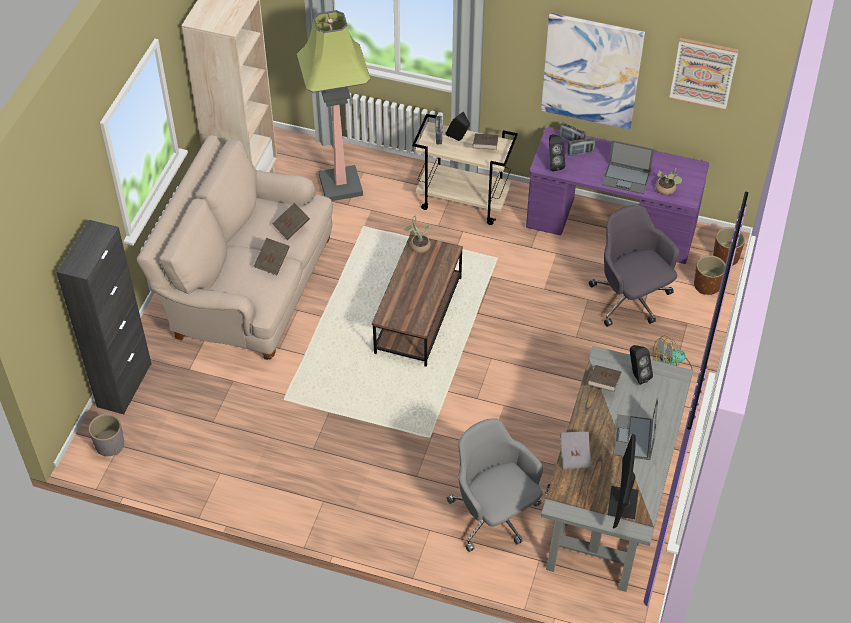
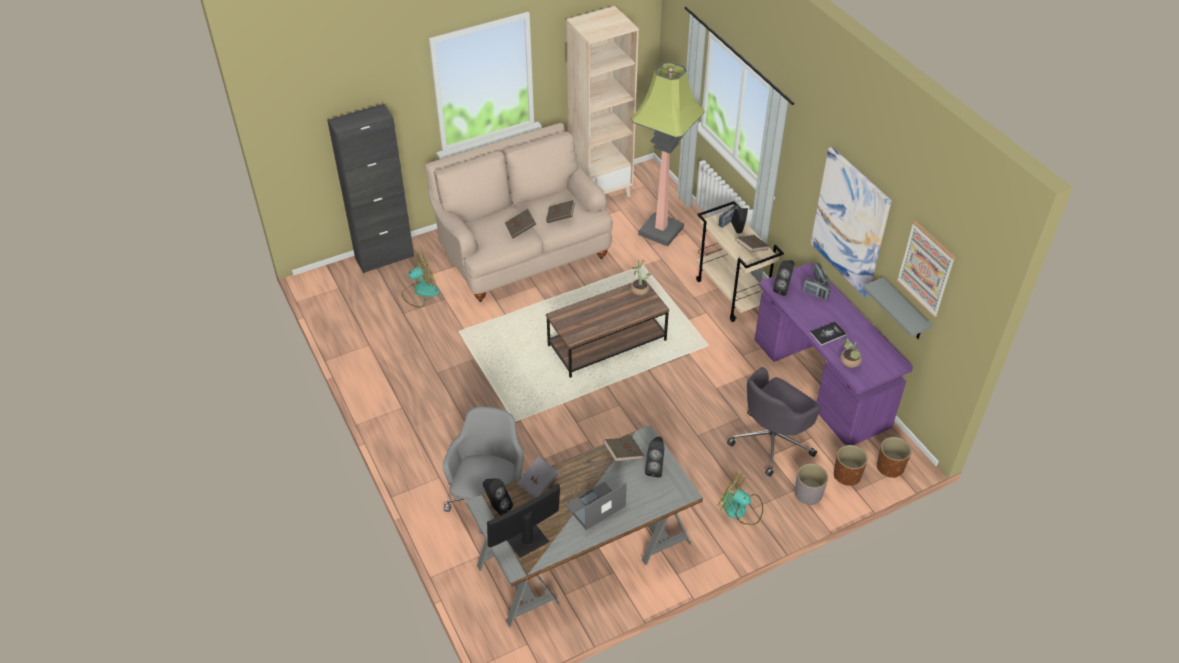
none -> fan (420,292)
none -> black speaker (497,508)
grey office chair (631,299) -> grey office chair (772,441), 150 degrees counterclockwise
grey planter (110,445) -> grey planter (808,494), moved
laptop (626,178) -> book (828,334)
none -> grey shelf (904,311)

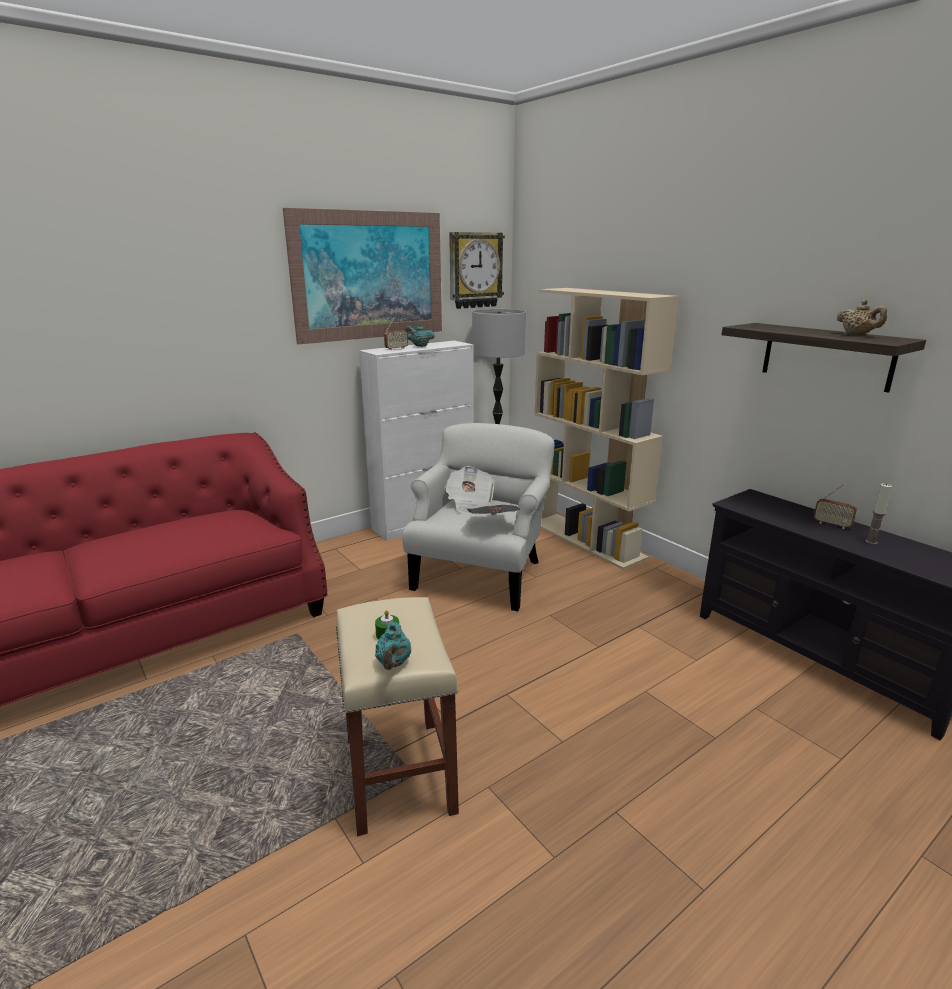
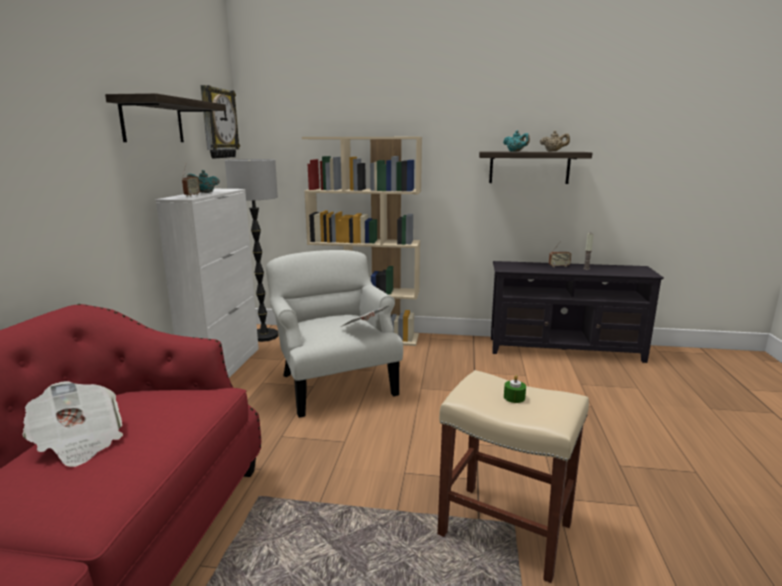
newspaper (469,502) -> newspaper (79,442), moved
picture (370,276) -> shelf (153,121)
turquoise teapot (393,663) -> turquoise teapot (515,151), moved

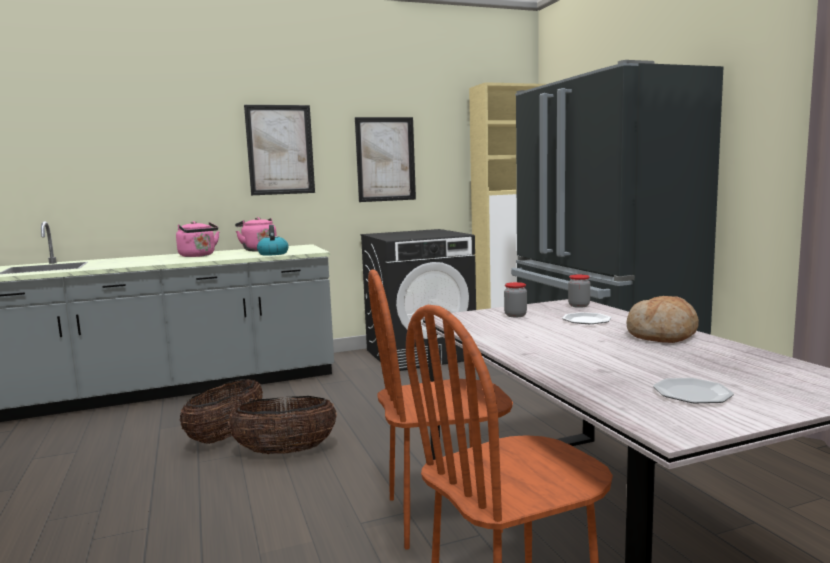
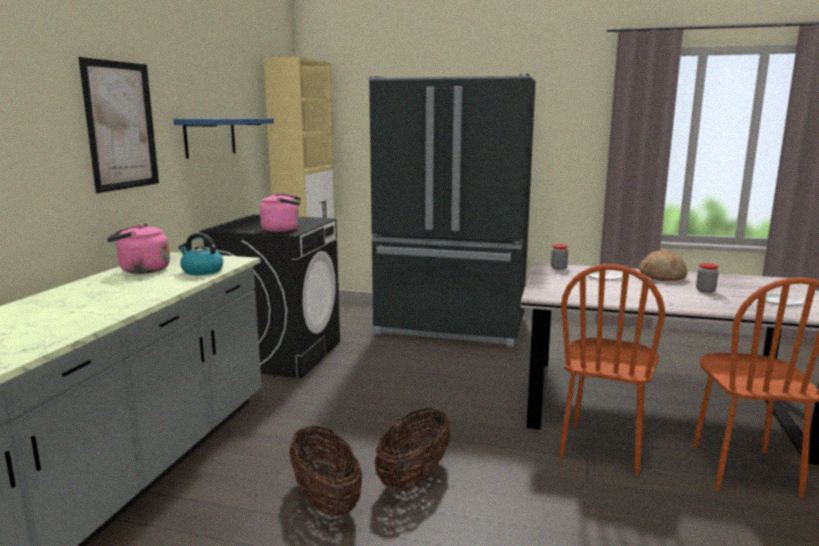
picture (385,159) -> blue shelf (210,137)
pink kettle (198,256) -> pink kettle (283,230), moved
jar (515,315) -> jar (705,290), moved

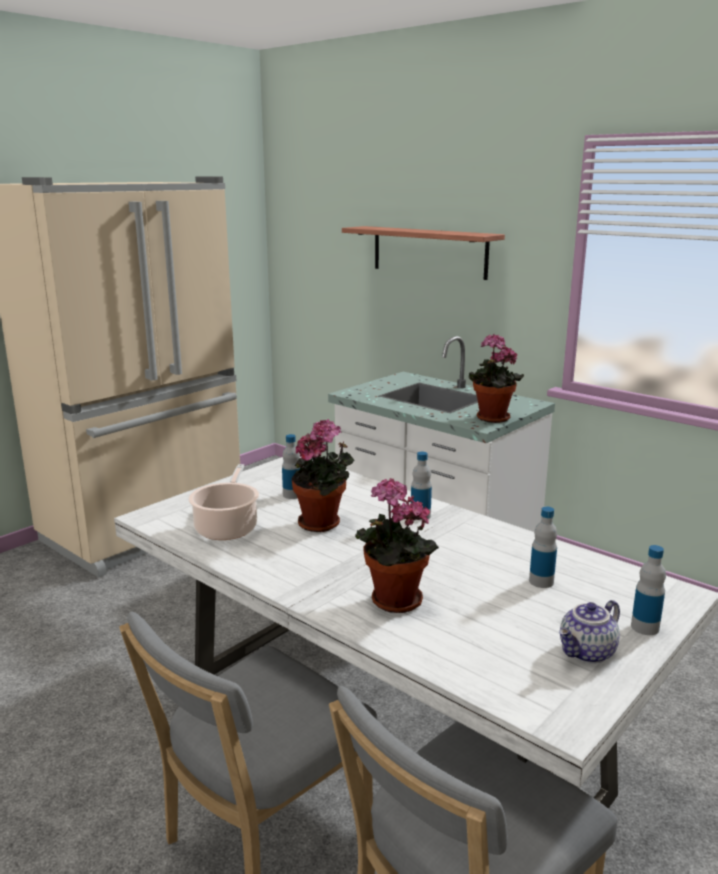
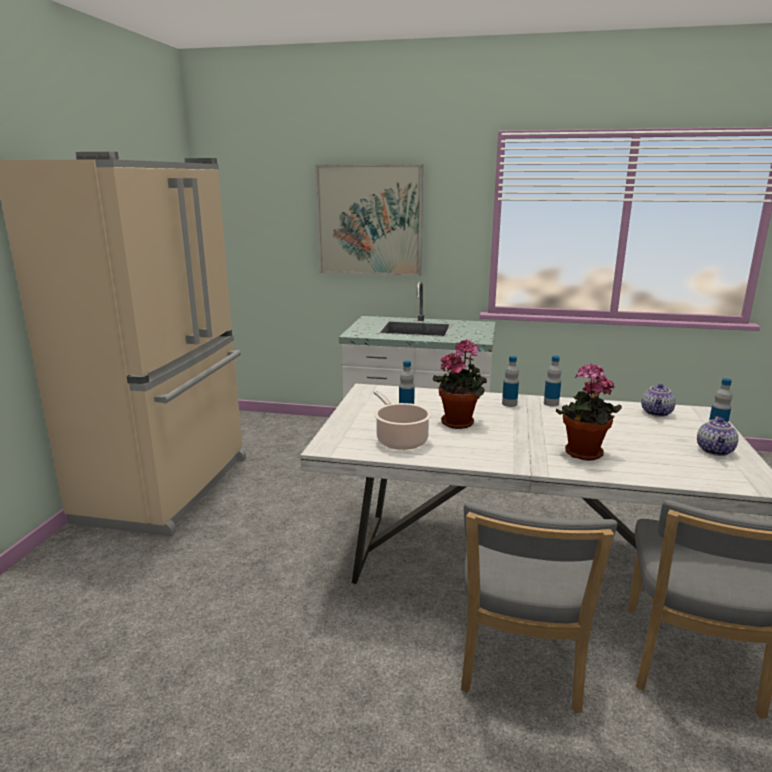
shelf (429,252) -> picture (369,220)
bottle (541,581) -> bottle (551,403), moved
none -> teapot (657,413)
potted plant (491,419) -> none

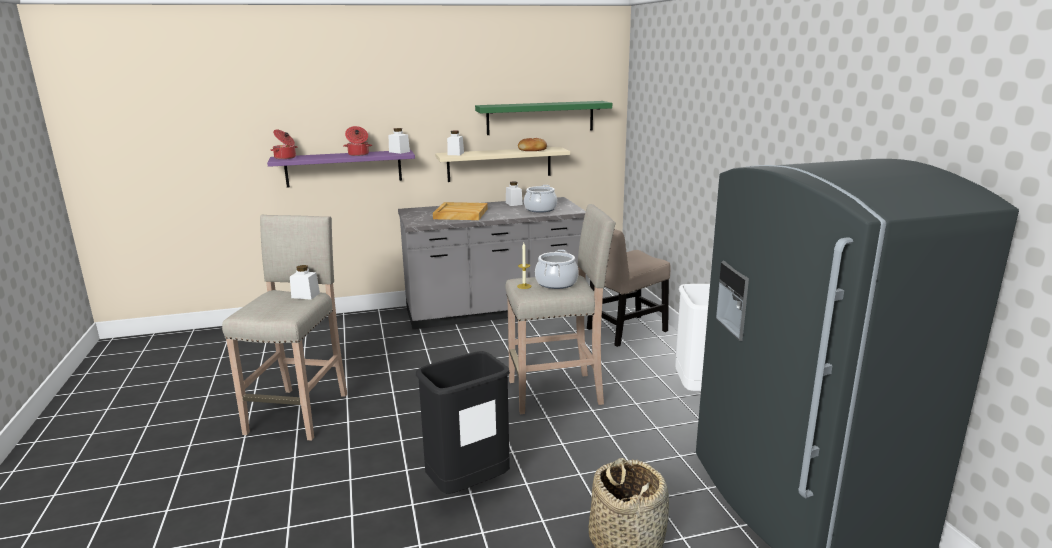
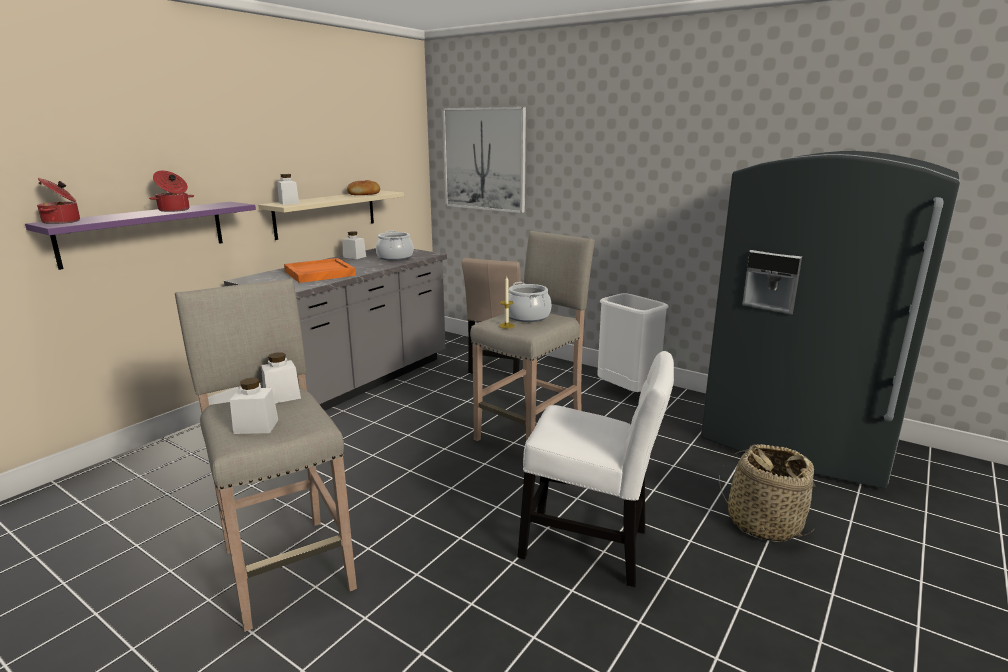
white jar (399,152) -> white jar (256,426), moved
beige tray (460,214) -> orange tray (319,273)
none -> picture (484,159)
black trash can (467,486) -> white chair (591,546)
green shelf (540,117) -> none

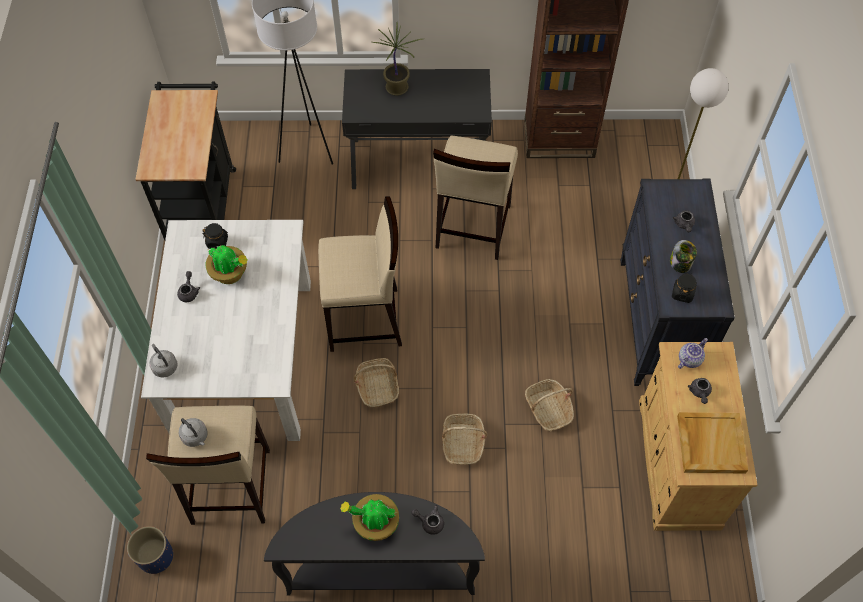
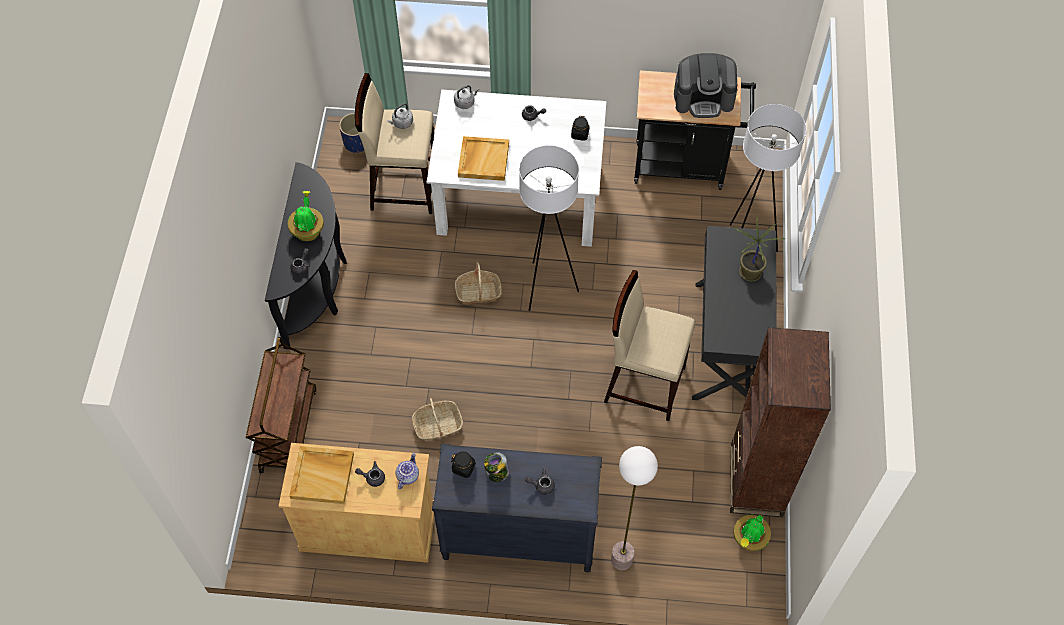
none -> brown cart (288,429)
teapot (689,359) -> teapot (407,475), 120 degrees counterclockwise
none -> beige tray (483,159)
beige stool (365,320) -> white floor lamp (546,287)
none -> coffee machine (703,98)
potted plant (230,274) -> potted plant (749,539), moved
basket (463,443) -> none

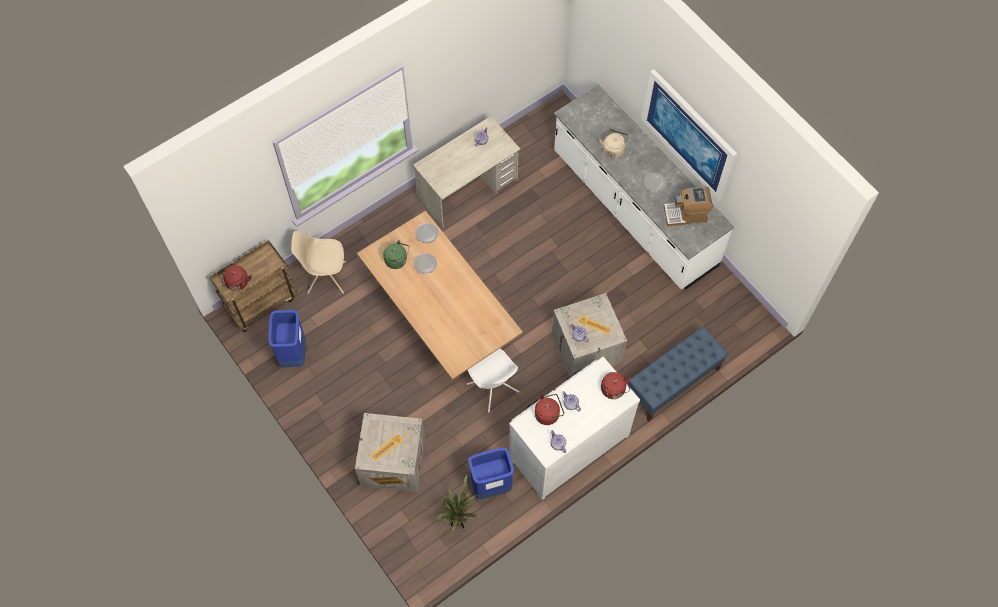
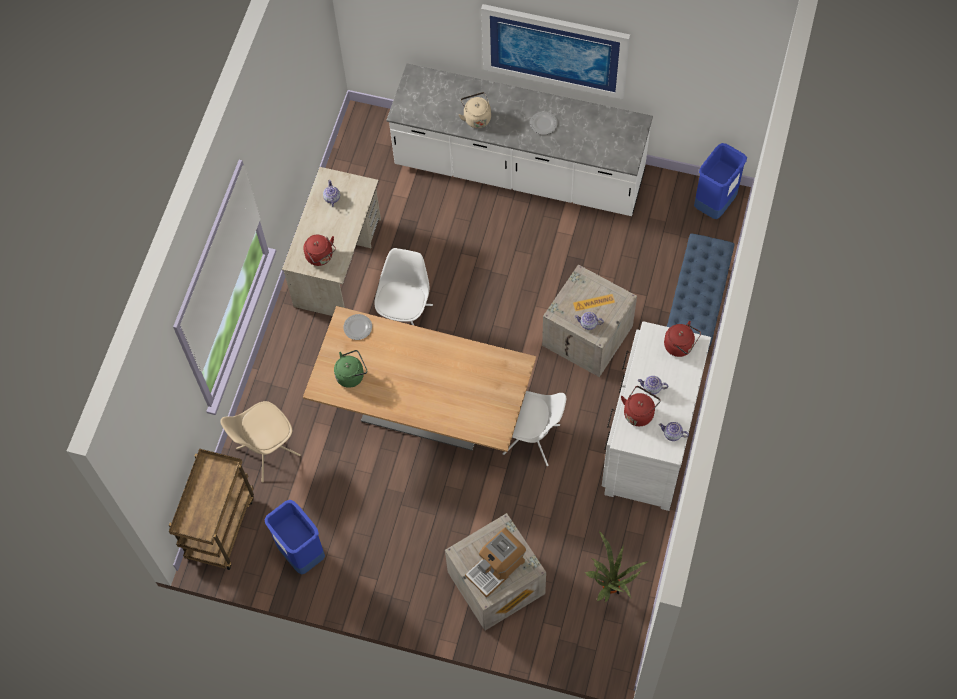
red kettle (237,283) -> red kettle (320,257), moved
none -> white chair (406,318)
coffee machine (686,214) -> coffee machine (496,568), moved
blue trash can (491,486) -> blue trash can (715,204), moved
plate (425,264) -> none

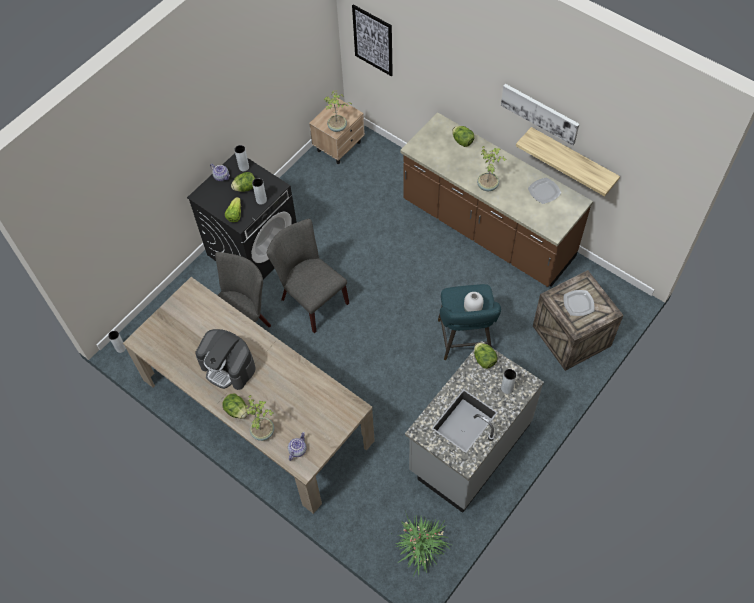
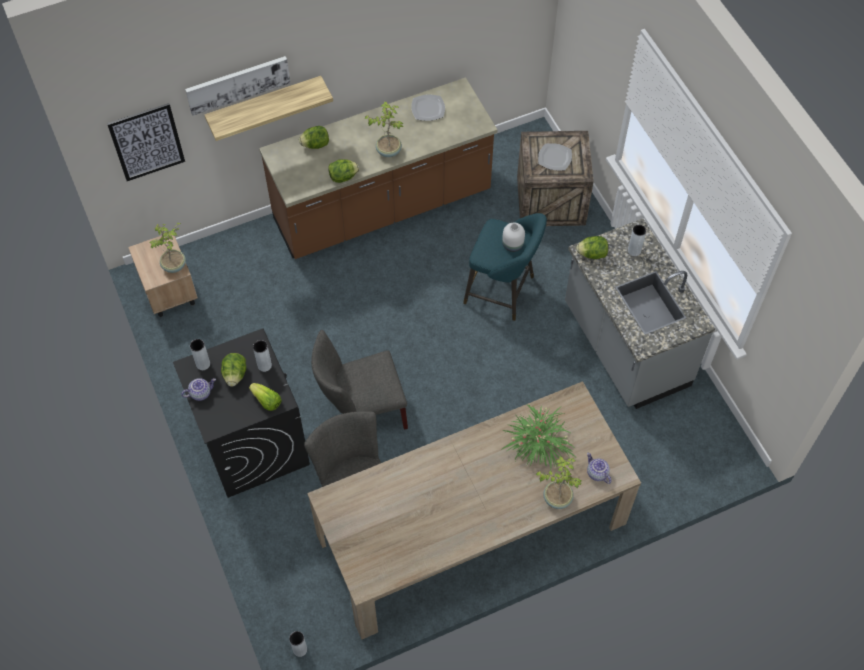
picture (540,113) -> picture (238,84), moved
shelf (572,159) -> shelf (265,105), moved
lettuce (236,410) -> lettuce (343,177), moved
potted plant (421,546) -> potted plant (538,444), moved
coffee machine (228,367) -> none

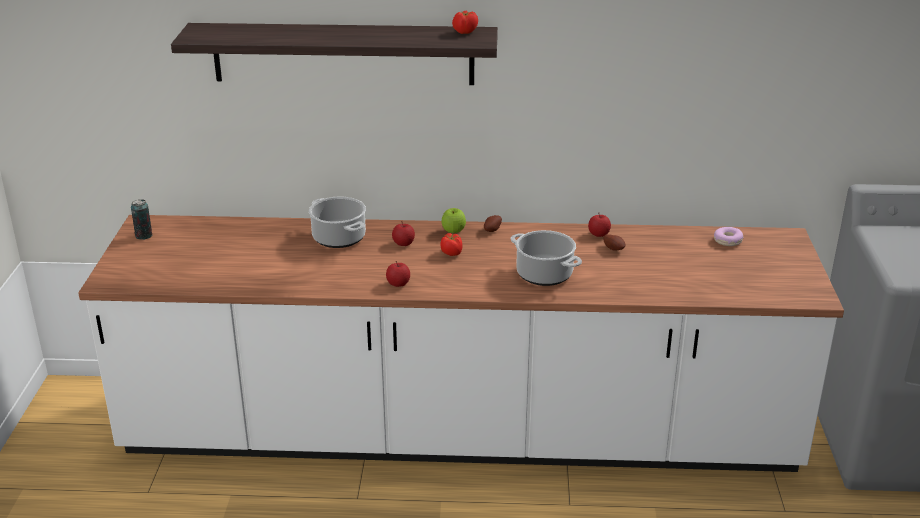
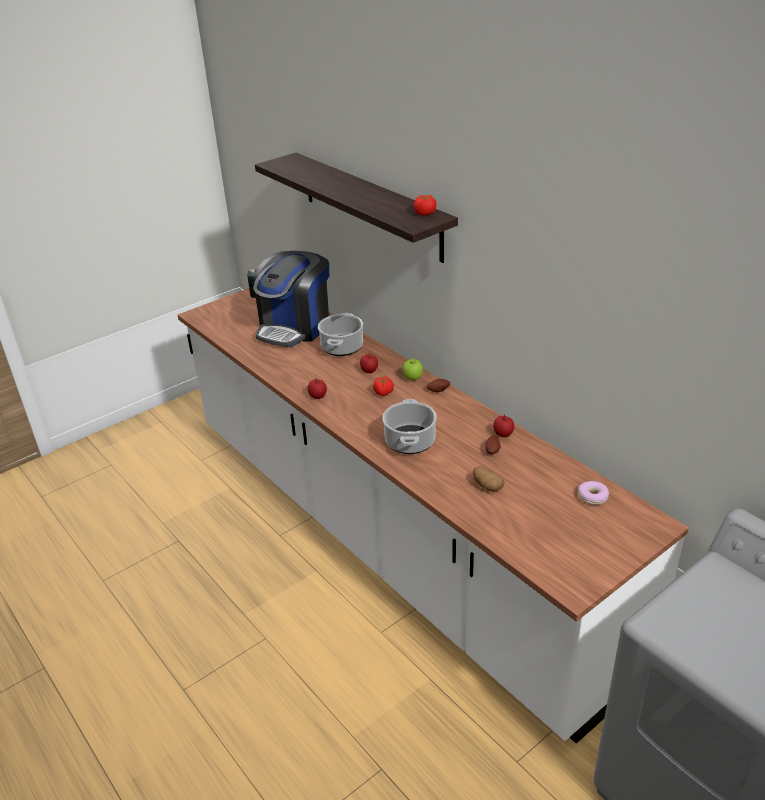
none -> coffee machine (295,327)
none -> potato (486,486)

